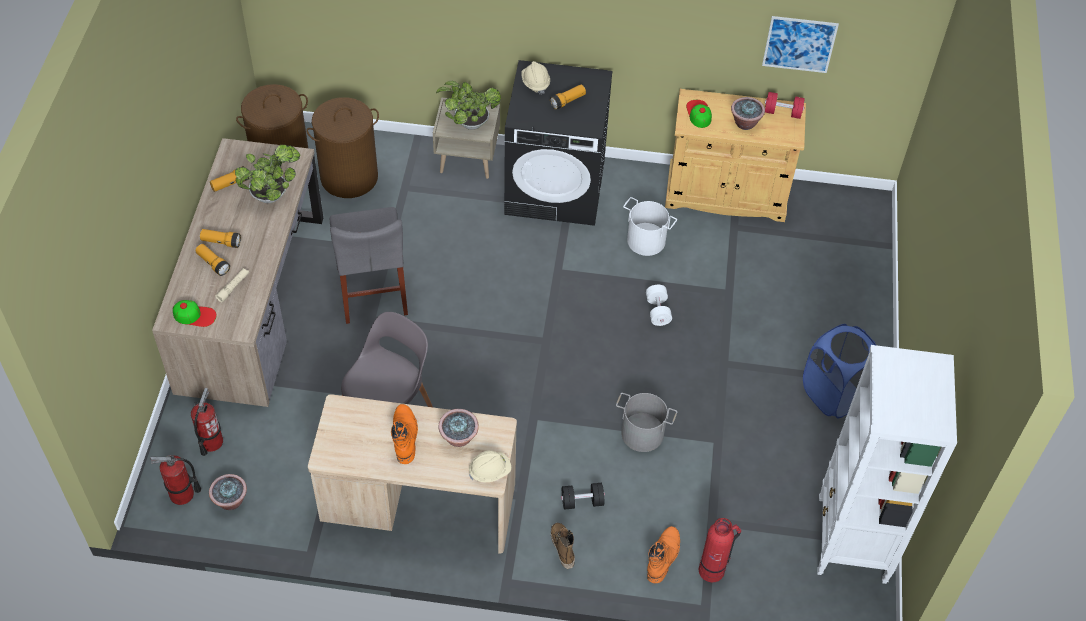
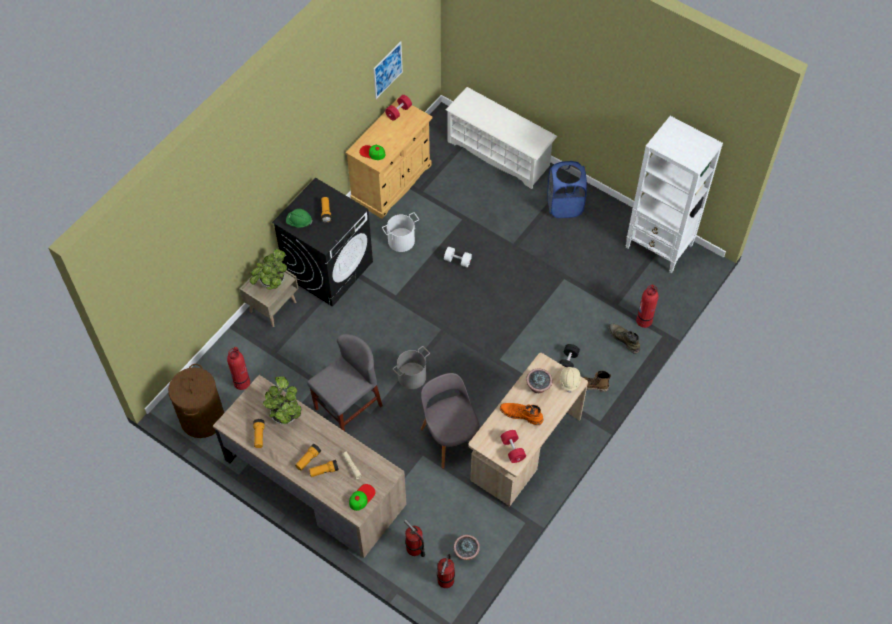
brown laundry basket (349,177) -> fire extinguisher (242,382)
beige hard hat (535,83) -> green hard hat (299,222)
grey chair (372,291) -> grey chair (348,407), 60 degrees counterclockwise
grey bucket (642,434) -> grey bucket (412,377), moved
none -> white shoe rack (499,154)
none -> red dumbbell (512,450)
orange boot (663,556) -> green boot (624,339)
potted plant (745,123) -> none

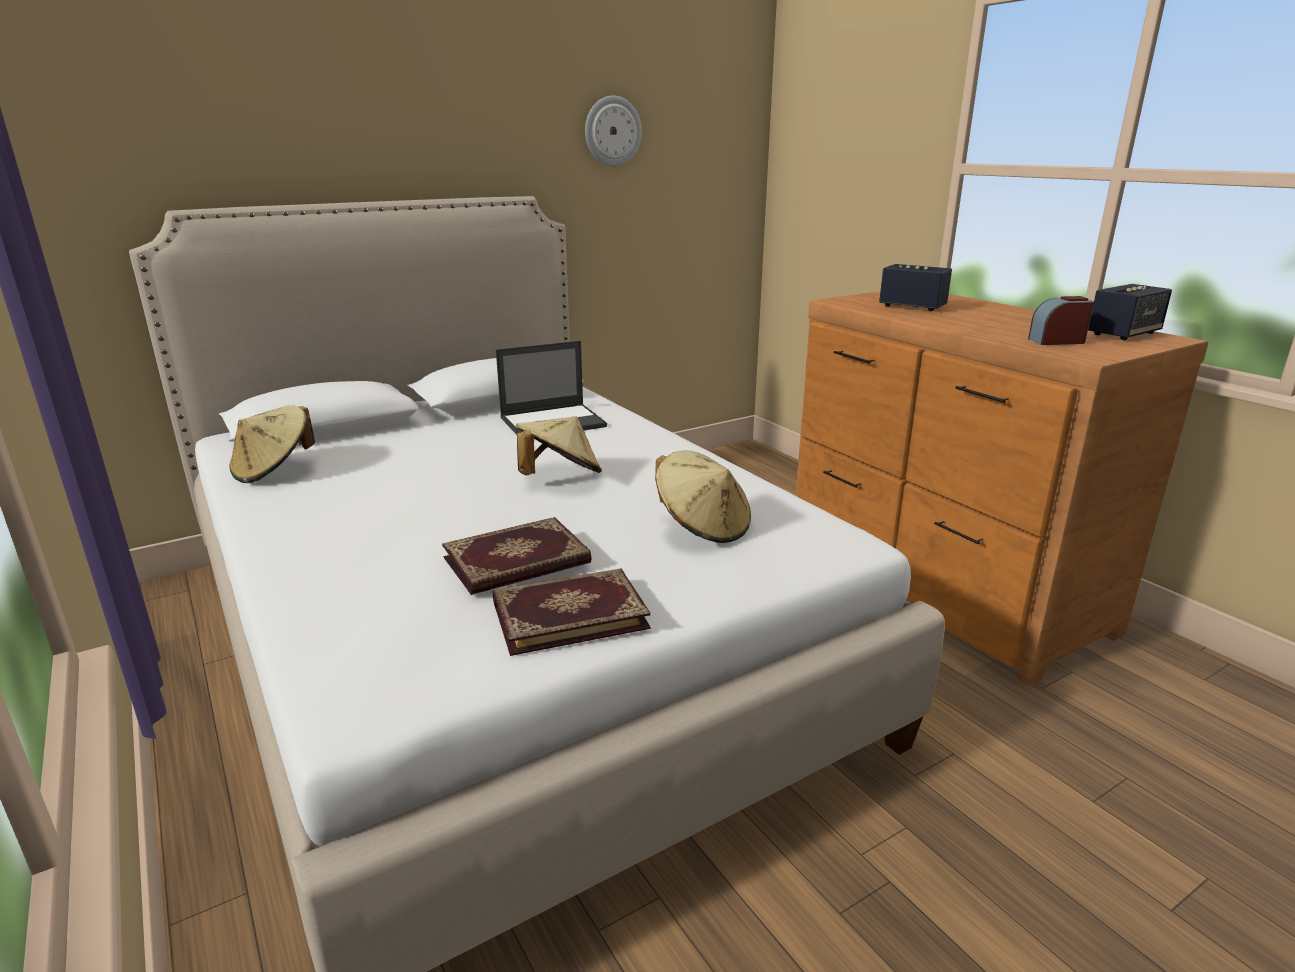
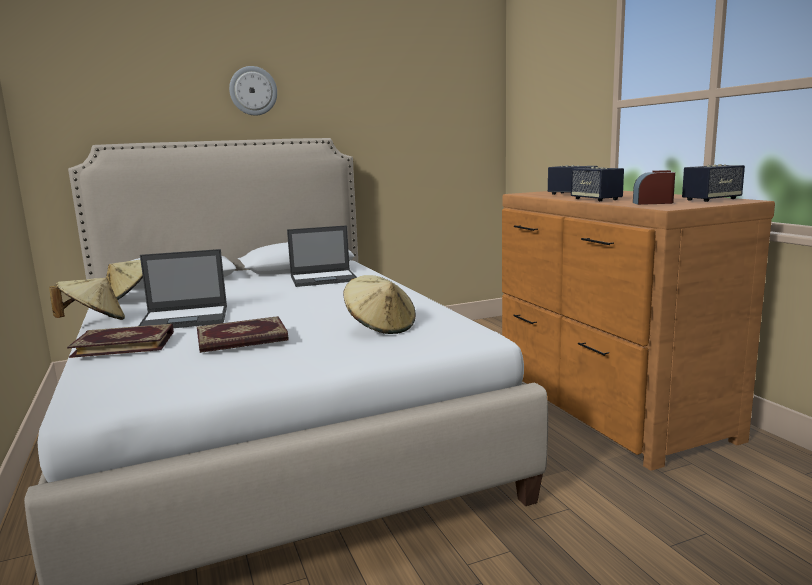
beige hat (559,477) -> beige hat (94,322), moved
book (569,614) -> book (124,344), moved
none -> laptop (186,318)
wall clock (612,131) -> wall clock (253,91), moved
none -> speaker (595,199)

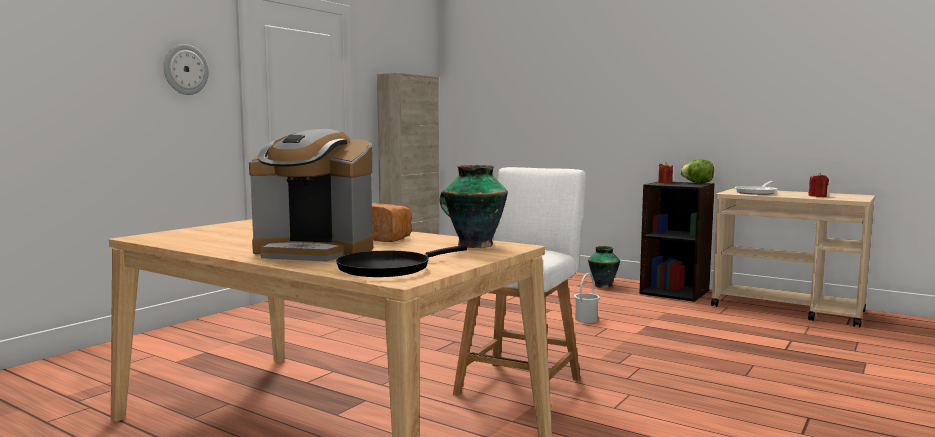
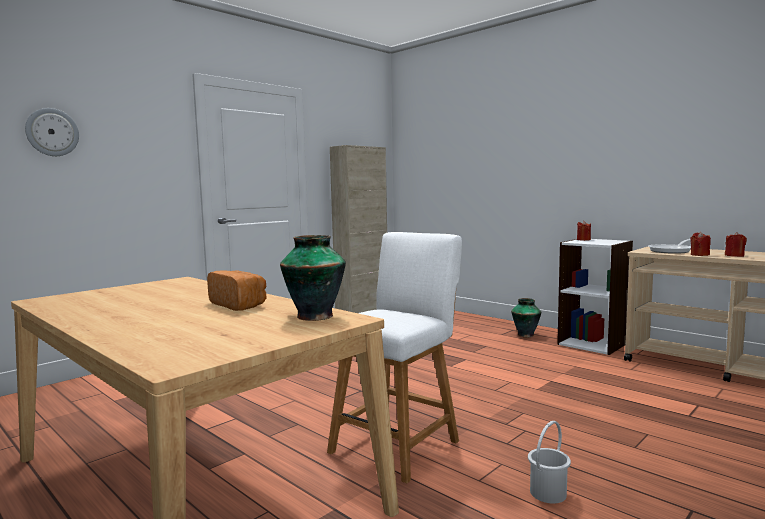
wall clock (185,69) -> wall clock (52,132), moved
white bucket (585,319) -> white bucket (547,493), moved
black bookcase (675,292) -> white bookcase (593,343)
none -> red candle (699,255)
coffee machine (314,252) -> none
black frying pan (389,268) -> none
lettuce (698,183) -> none

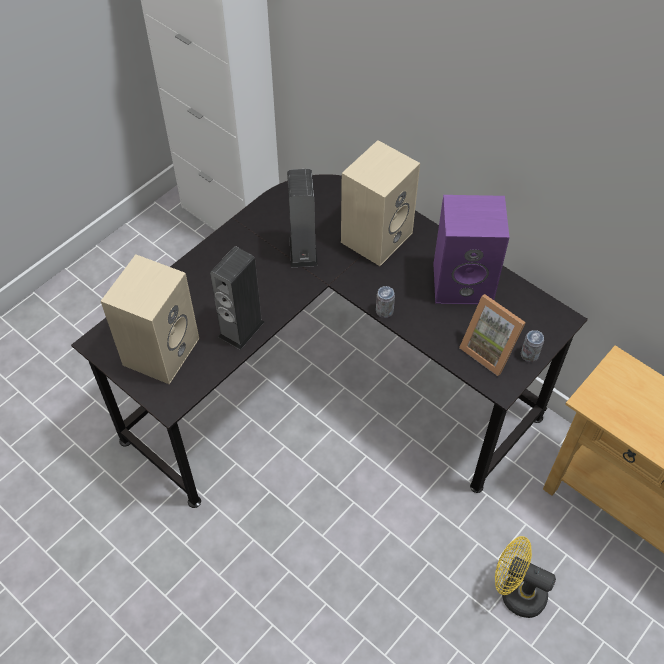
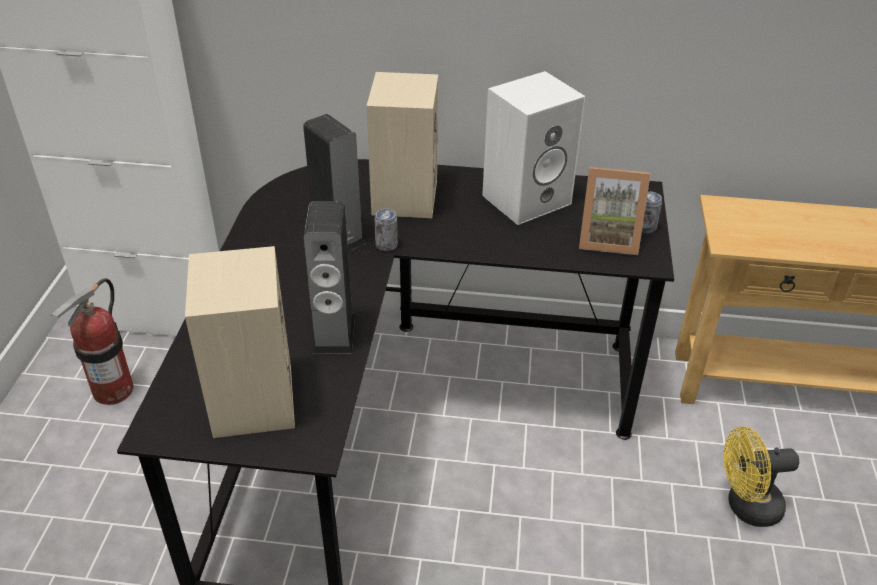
none -> fire extinguisher (113,390)
can (384,311) -> can (386,245), moved
purple speaker (464,282) -> white speaker (527,198)

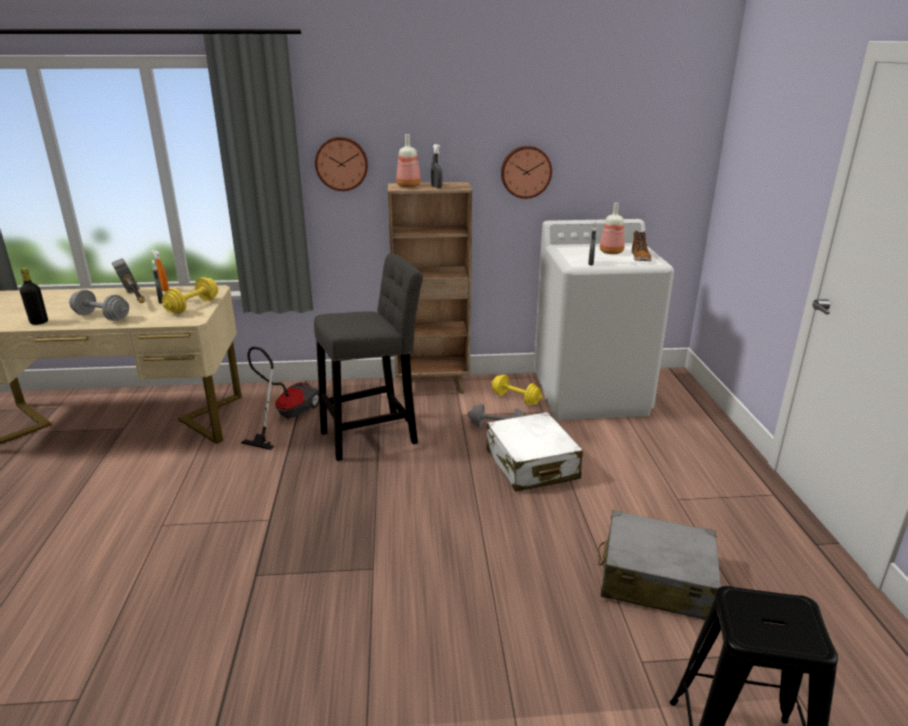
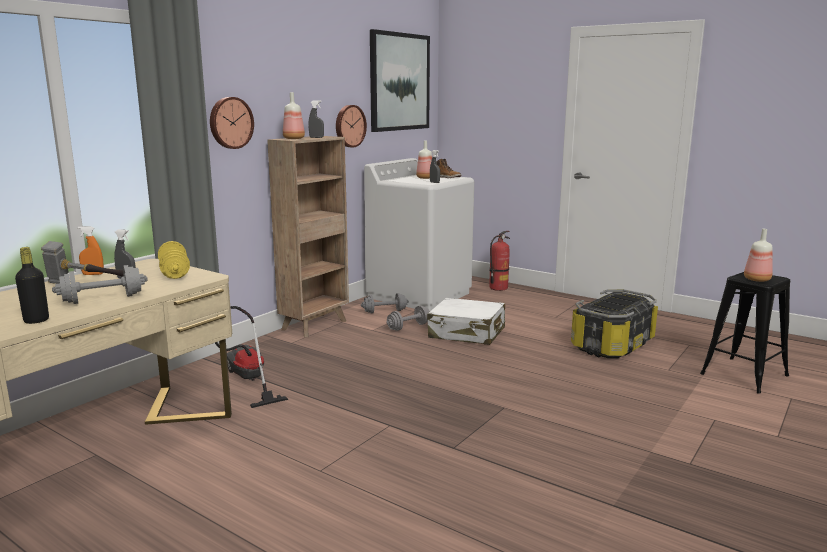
yellow dumbbell (516,399) -> grey dumbbell (385,311)
none -> picture (399,82)
none -> fire extinguisher (498,288)
grey suitcase (655,580) -> storage box (613,345)
none -> bottle (757,280)
grey stool (374,436) -> none

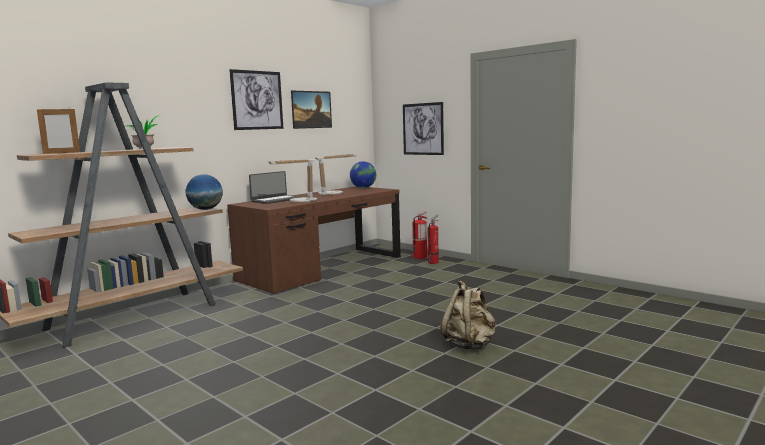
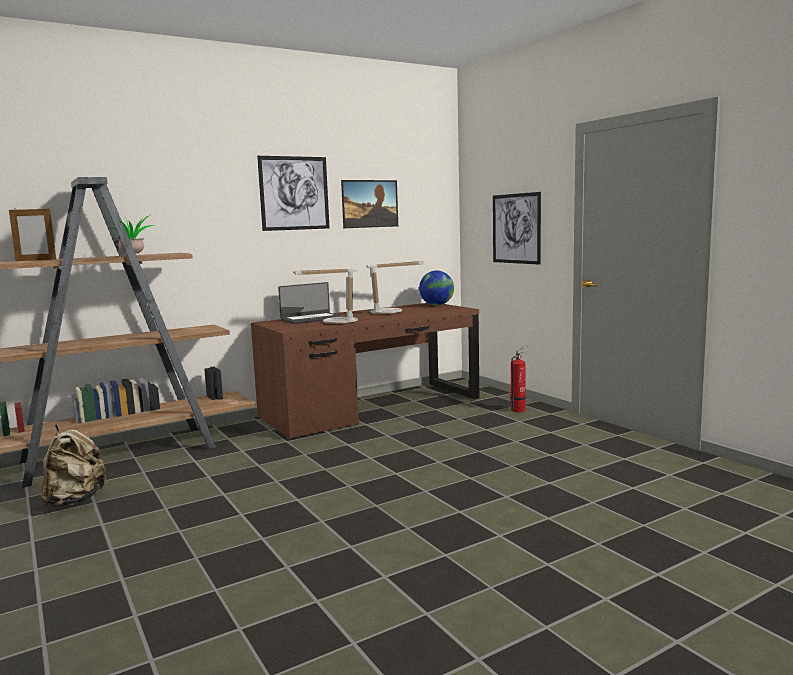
beige backpack (469,345) -> beige backpack (75,501), moved
globe (205,209) -> none
fire extinguisher (420,257) -> none

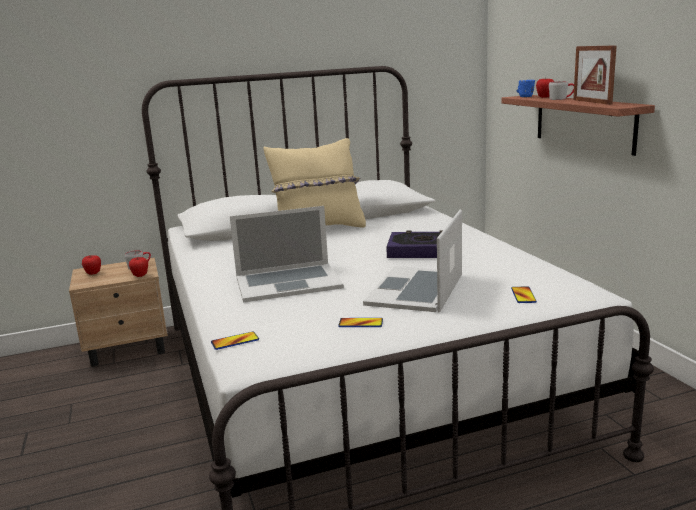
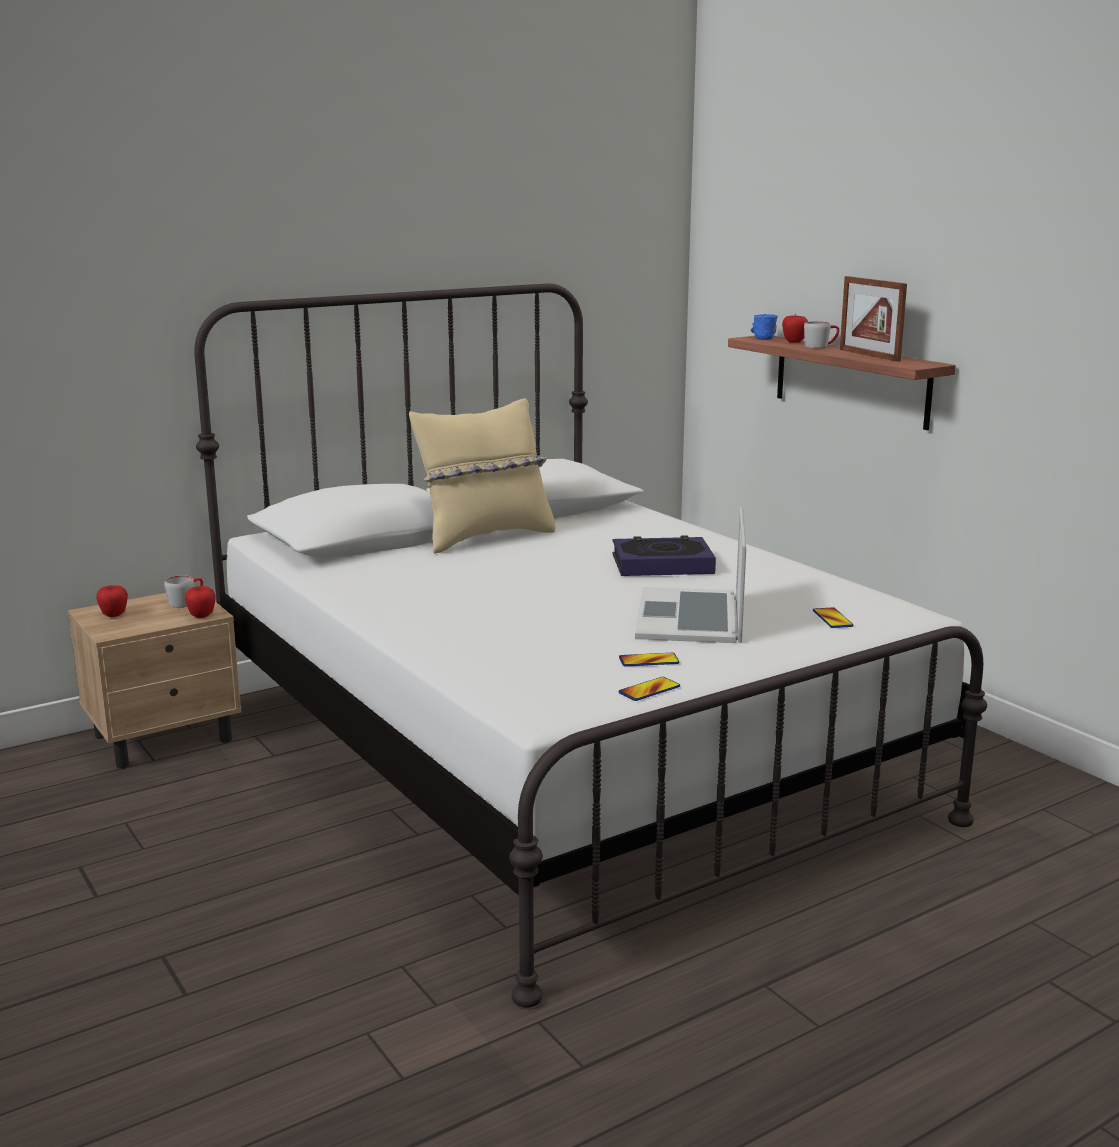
phone (235,341) -> phone (649,690), moved
laptop (288,282) -> none

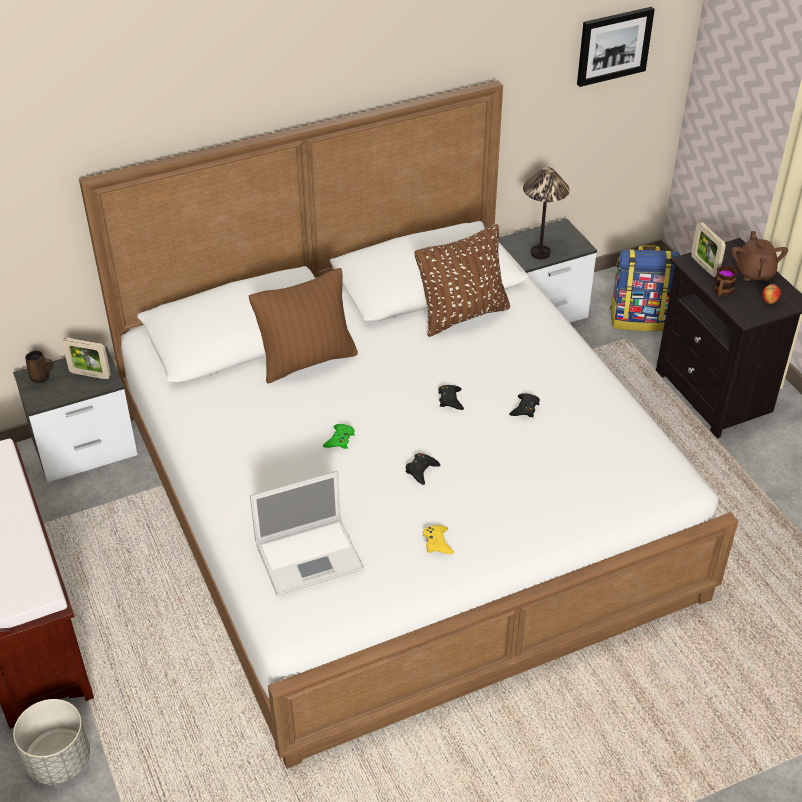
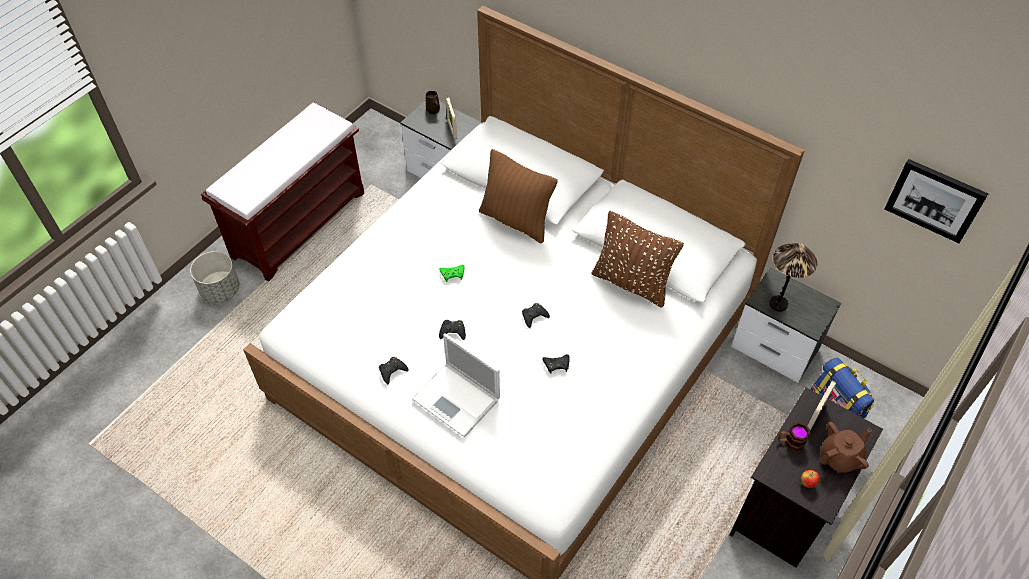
yellow game controller (437,543) -> black game controller (392,371)
laptop (311,555) -> laptop (457,400), moved

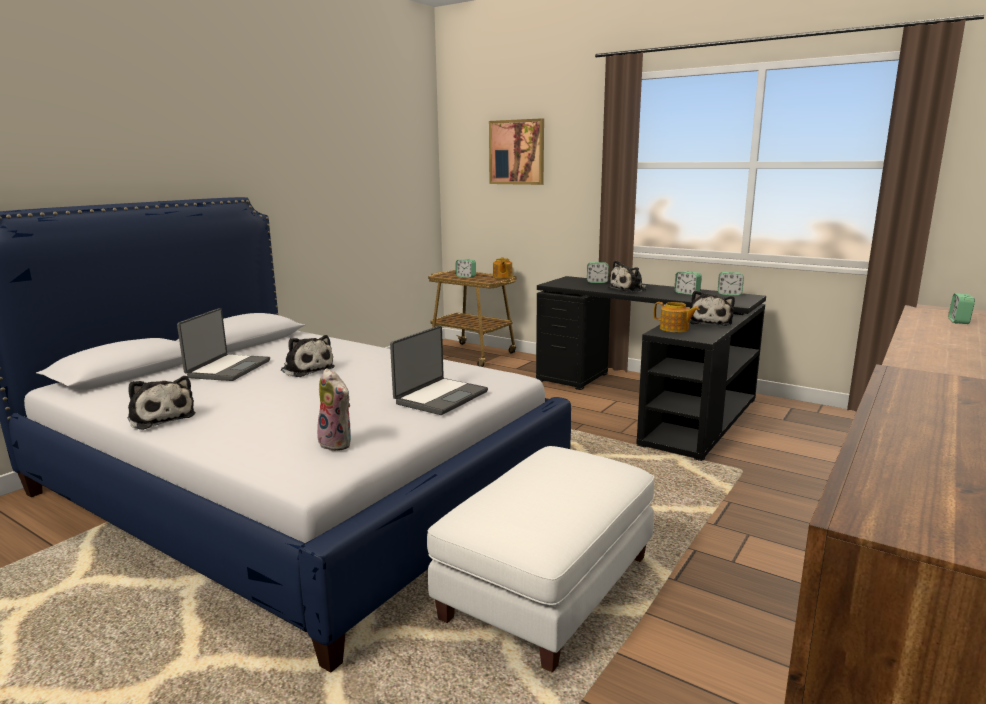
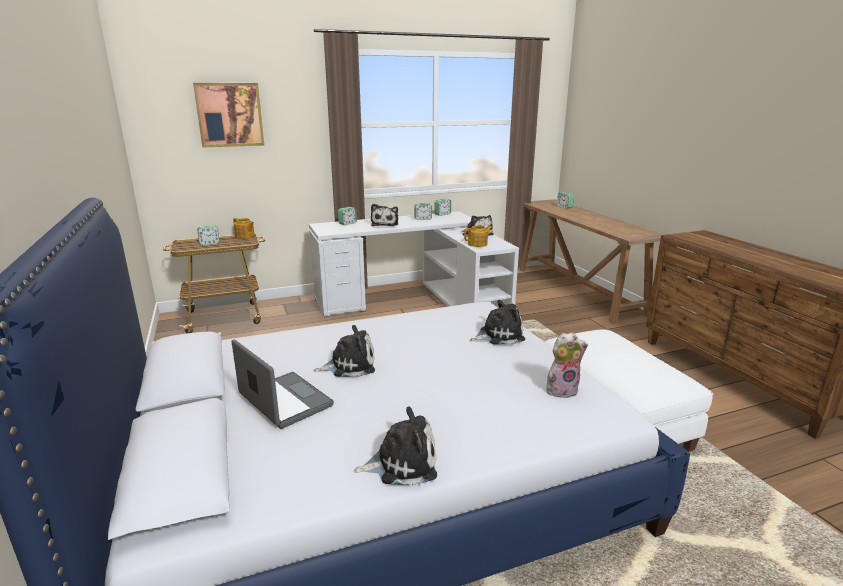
black desk (653,401) -> white desk (419,301)
laptop (440,397) -> plush toy (498,335)

